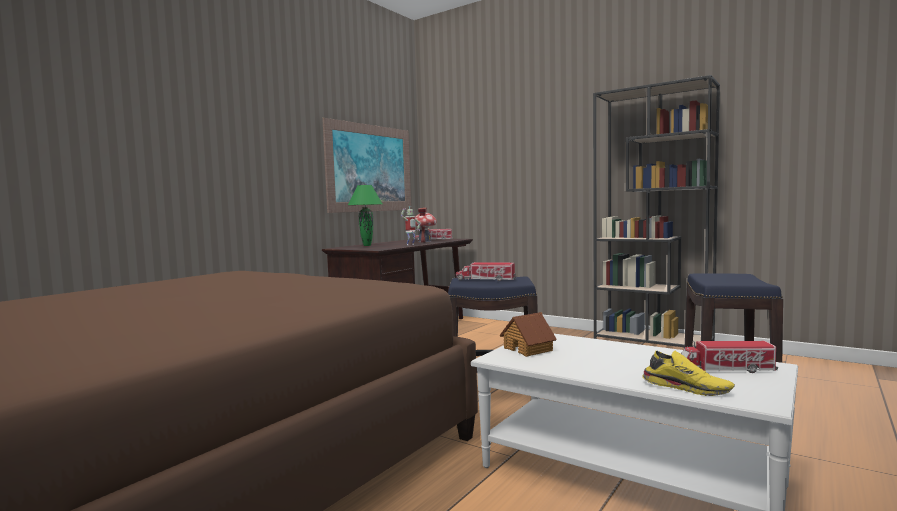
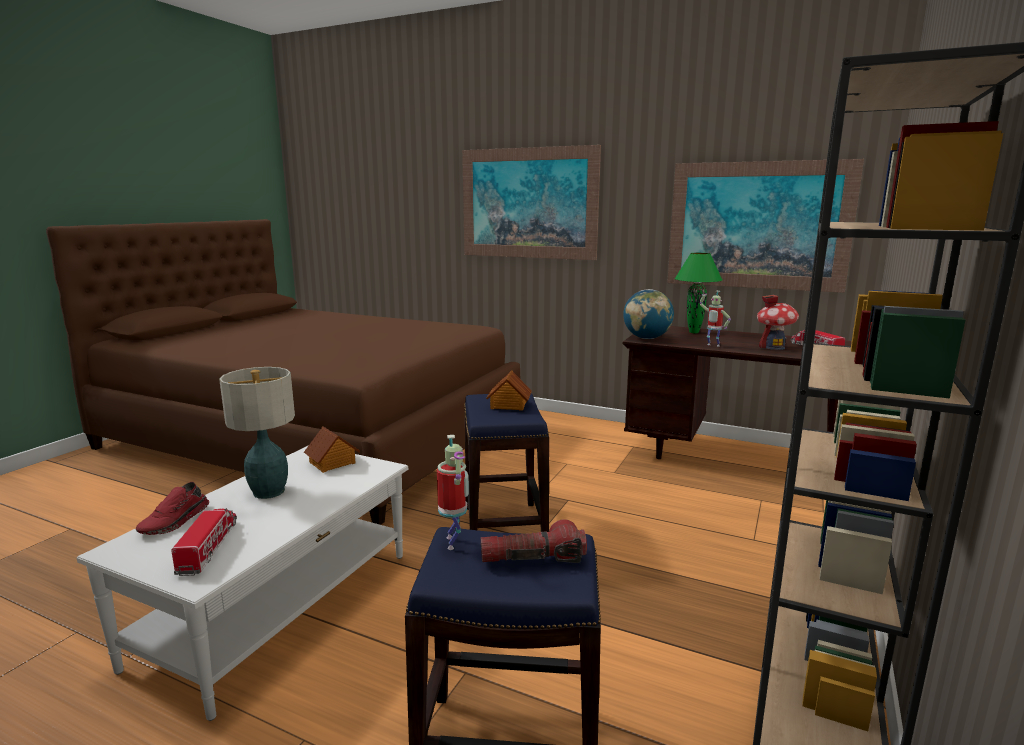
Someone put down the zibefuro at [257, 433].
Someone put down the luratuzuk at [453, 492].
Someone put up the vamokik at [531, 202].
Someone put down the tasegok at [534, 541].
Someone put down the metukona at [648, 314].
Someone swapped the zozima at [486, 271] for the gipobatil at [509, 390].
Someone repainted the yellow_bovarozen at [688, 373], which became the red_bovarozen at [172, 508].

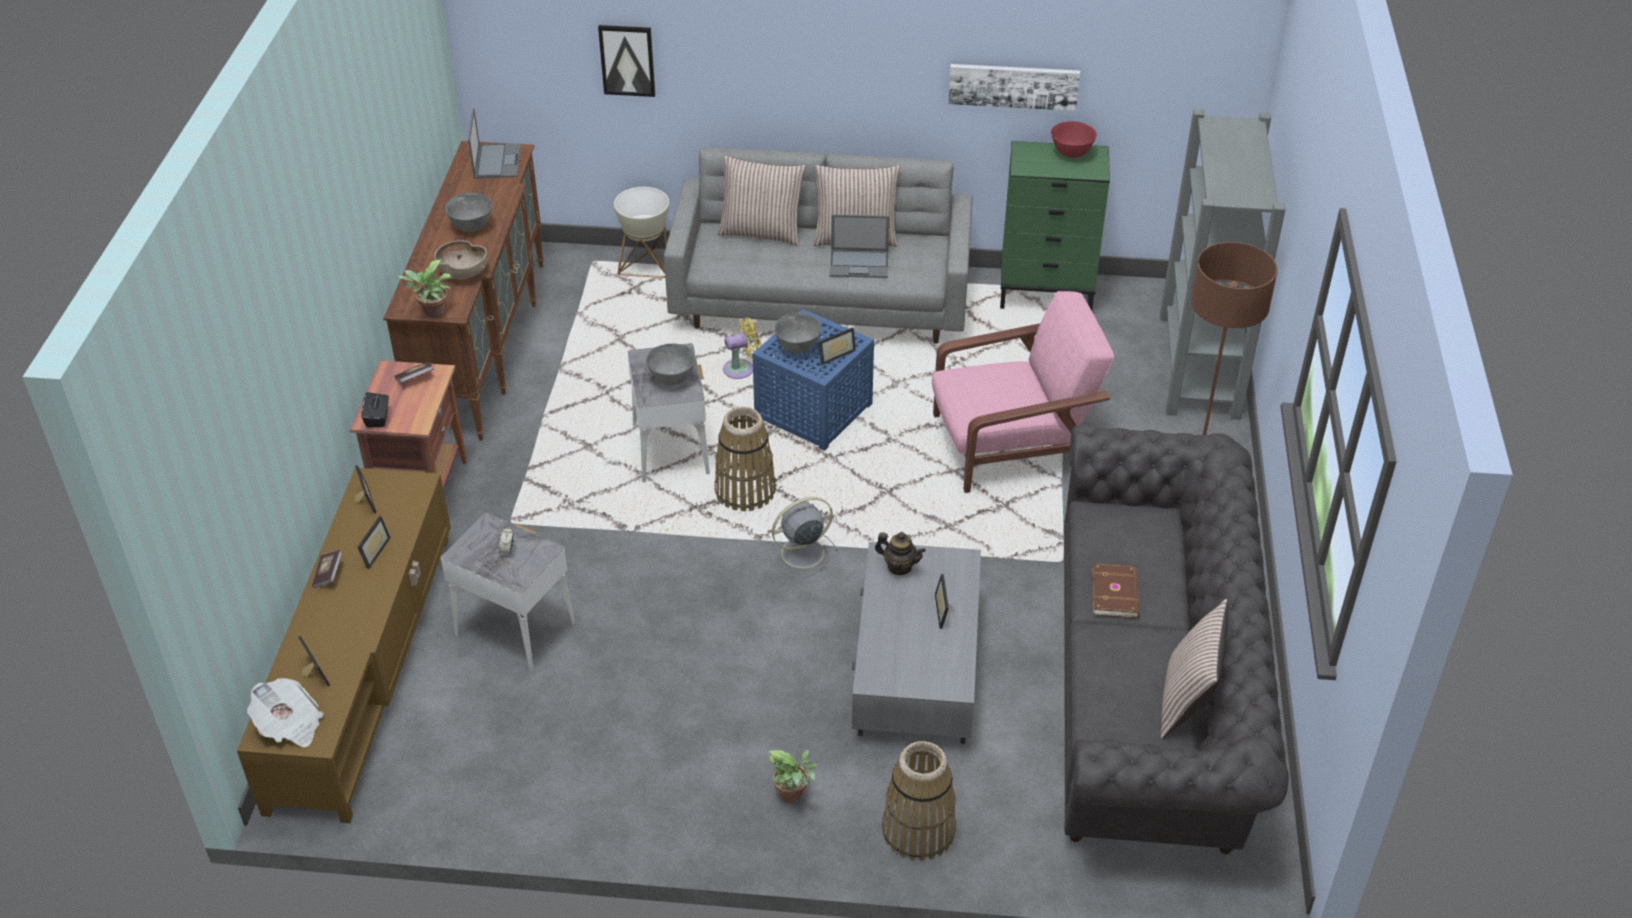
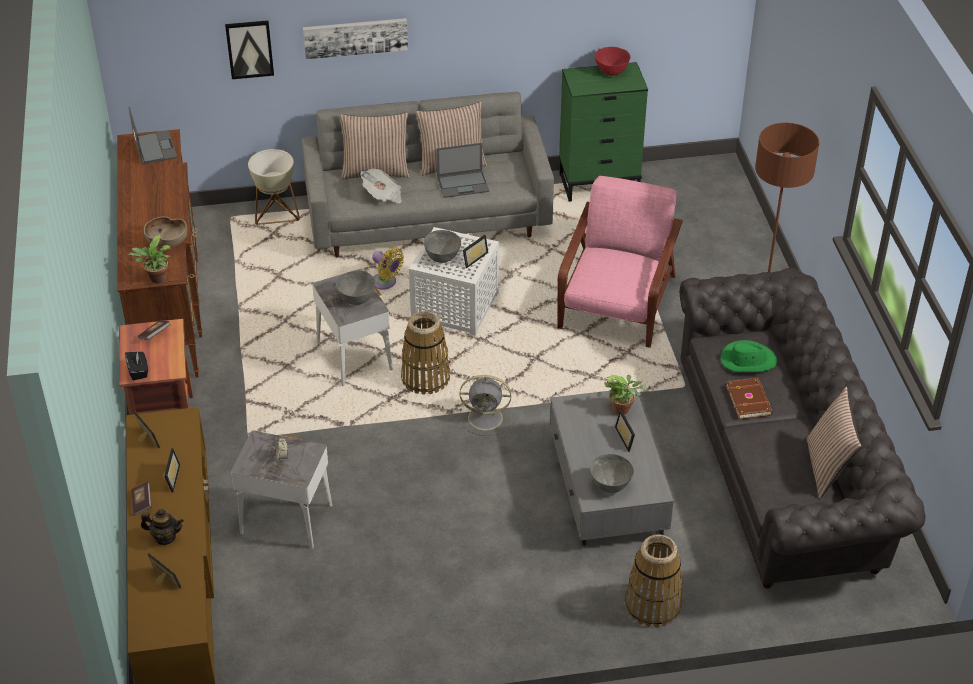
Someone took away the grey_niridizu at [1223, 264].
Someone put down the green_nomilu at [748, 356].
Someone carried the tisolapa from [285, 712] to [381, 186].
Someone carried the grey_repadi from [468, 212] to [612, 473].
Someone carried the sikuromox from [793, 776] to [625, 395].
Someone carried the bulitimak from [900, 553] to [162, 527].
Someone carried the vamokik from [1014, 87] to [355, 38].
Someone repainted the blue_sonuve at [813, 380], which became the white_sonuve at [454, 281].
Someone rotated the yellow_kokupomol at [742, 348] by 75 degrees clockwise.
Someone rotated the grey_kokupomol at [803, 537] by 135 degrees counterclockwise.
Someone rotated the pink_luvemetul at [1023, 392] by 45 degrees counterclockwise.

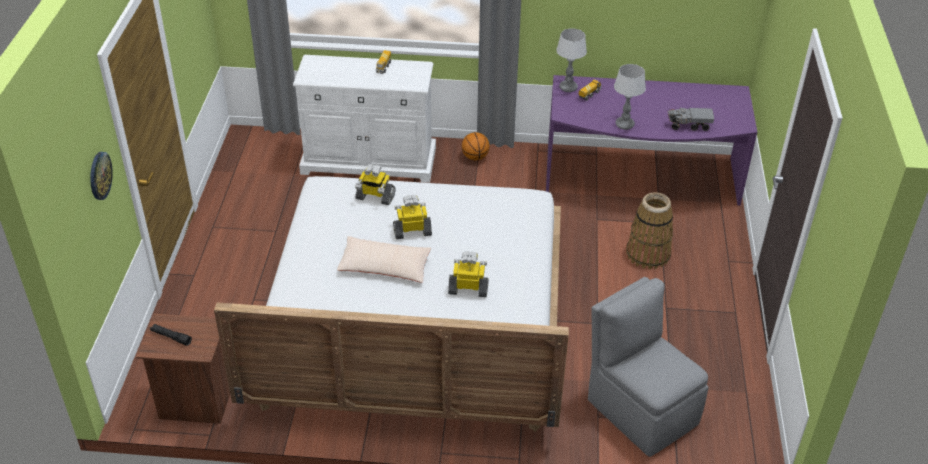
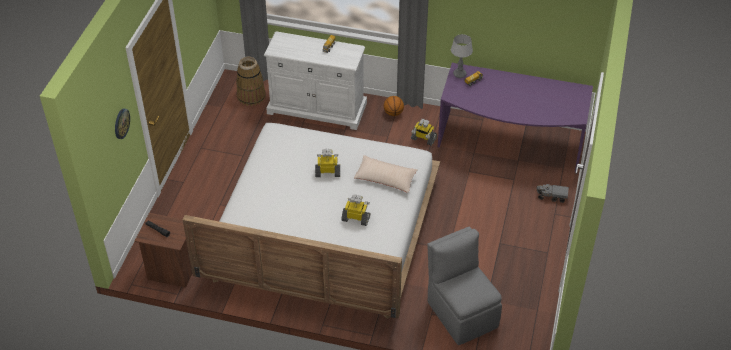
Someone took away the zibefuro at [630, 97].
Someone carried the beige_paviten from [384, 259] to [386, 174].
Someone carried the luratuzuk from [375, 184] to [424, 132].
Someone carried the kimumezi from [649, 230] to [251, 81].
Someone carried the zozima from [691, 119] to [552, 193].

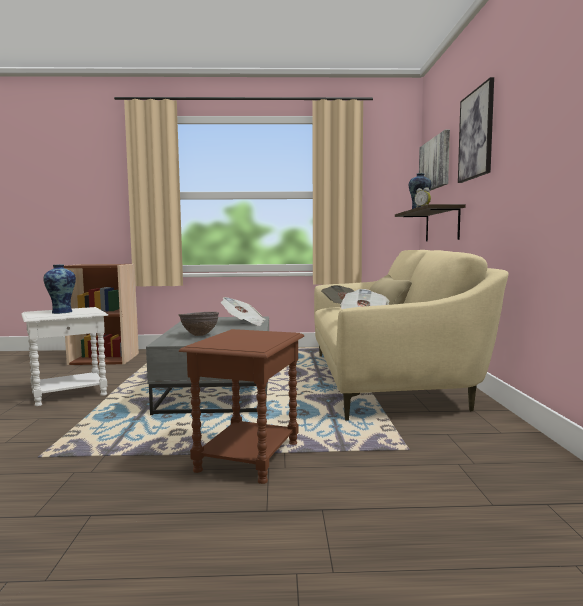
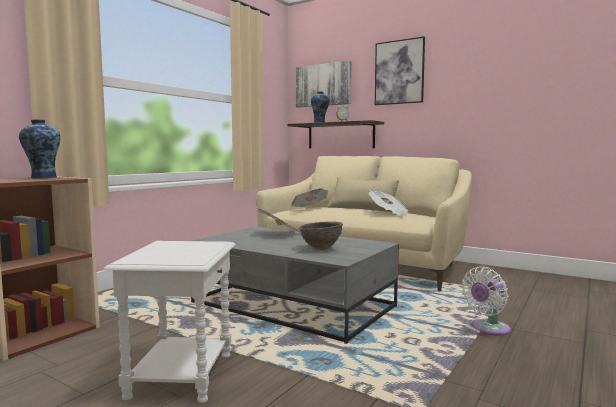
Someone carried the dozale from [59, 289] to [39, 148].
Someone swapped the brown_sonuve at [241, 406] for the white_kokupomol at [486, 301].

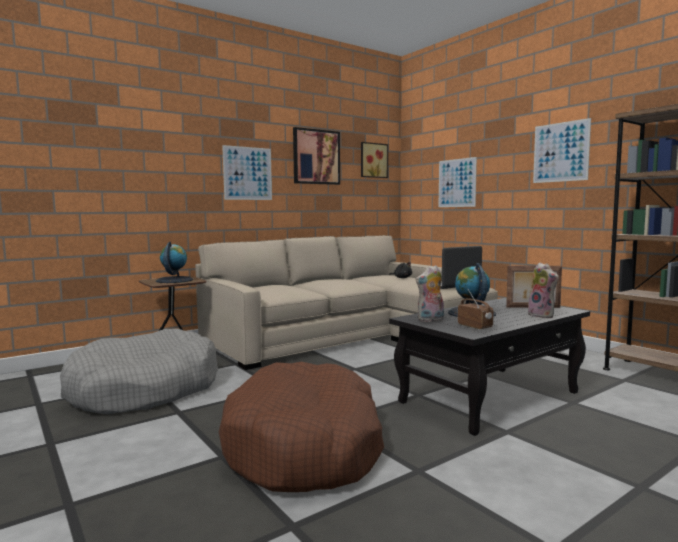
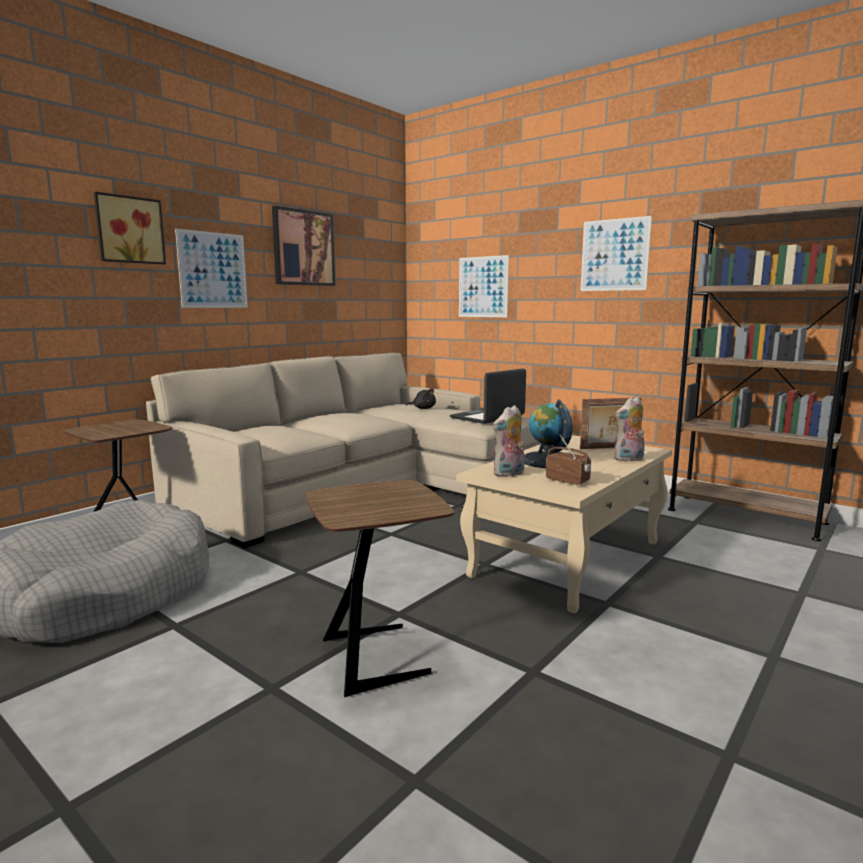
Someone took away the metukona at [174, 262].
Someone carried the vamokik from [374, 160] to [130, 228].
Someone swapped the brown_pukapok at [301, 427] for the brown_sonuve at [380, 588].
Someone repainted the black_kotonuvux at [489, 367], which became the beige_kotonuvux at [564, 524].
Someone rotated the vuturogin at [543, 290] by 105 degrees clockwise.

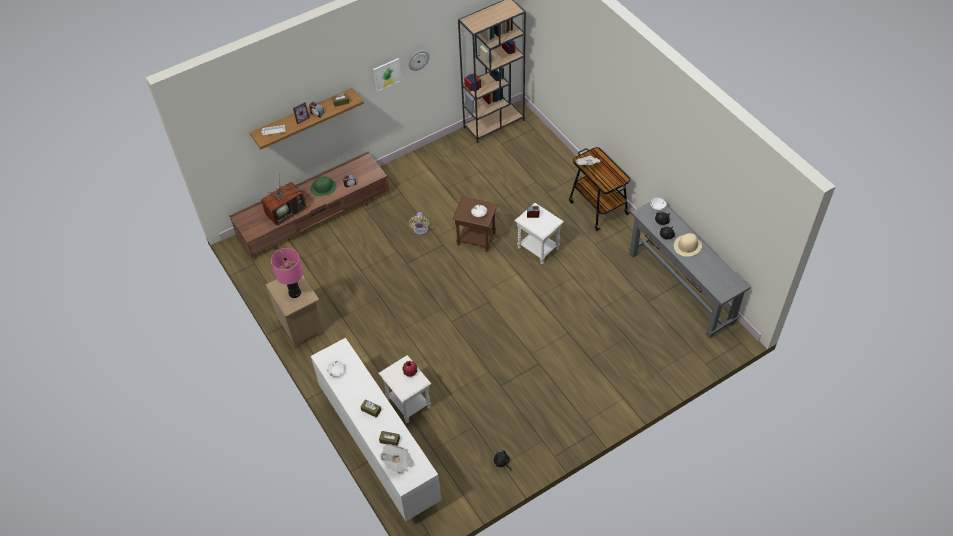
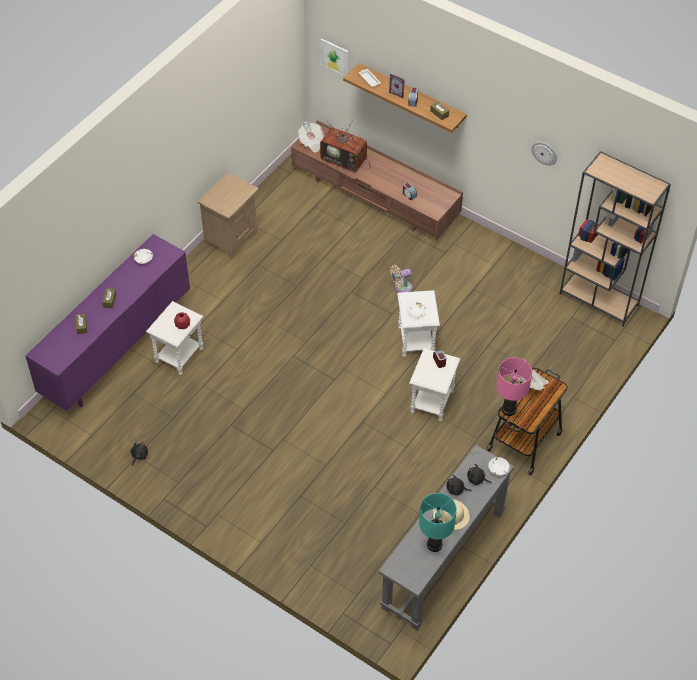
Someone took away the green_nomilu at [323, 186].
Someone put down the turquoise_zibefuro at [438, 522].
Someone carried the pink_zibefuro from [287, 273] to [514, 386].
Someone carried the vamokik from [387, 75] to [334, 57].
Someone carried the tisolapa from [397, 458] to [311, 137].
Someone repainted the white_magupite at [376, 429], which became the purple_magupite at [107, 322].
Someone repainted the brown_sonuve at [475, 224], which became the white_sonuve at [418, 323].

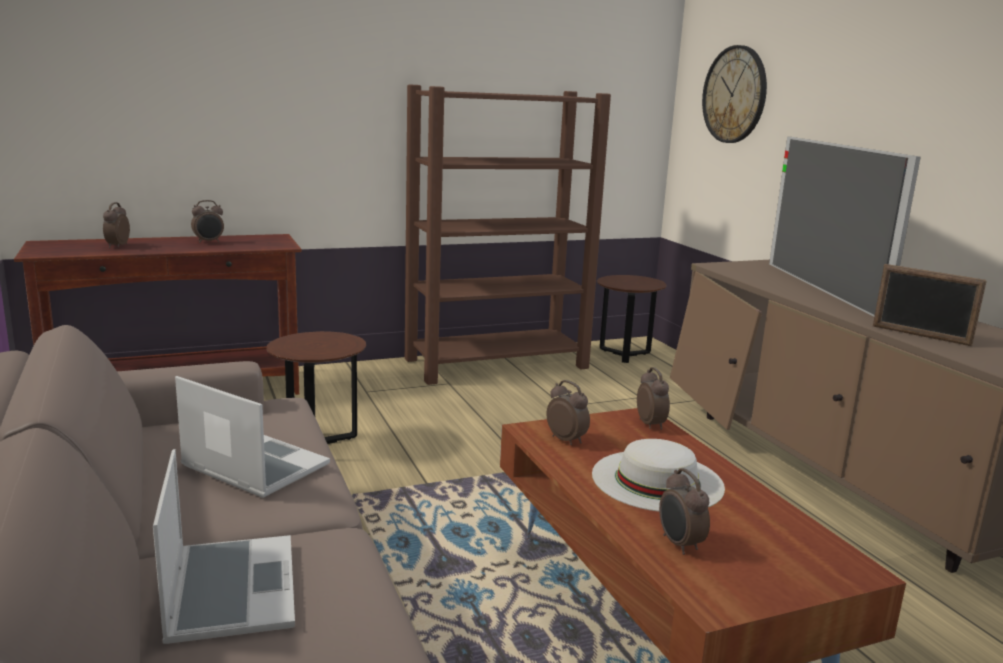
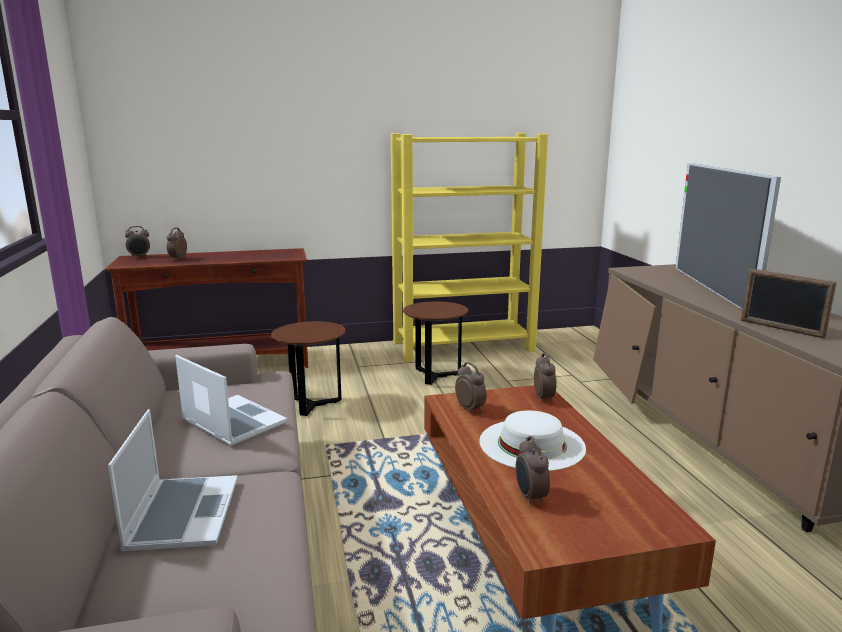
Someone took away the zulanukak at [734, 94].
Someone carried the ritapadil from [207, 221] to [137, 242].
Someone carried the brown_sonuve from [631, 319] to [435, 343].
Someone repainted the brown_niridizu at [508, 234], which became the yellow_niridizu at [469, 247].

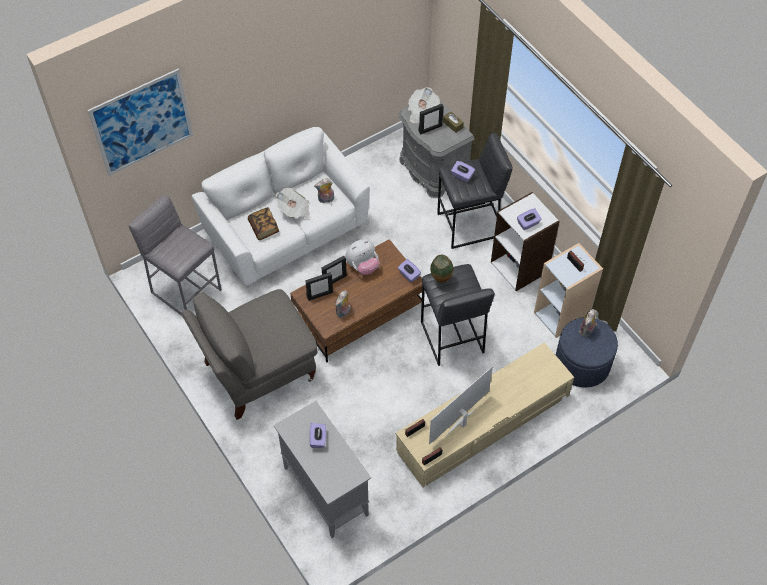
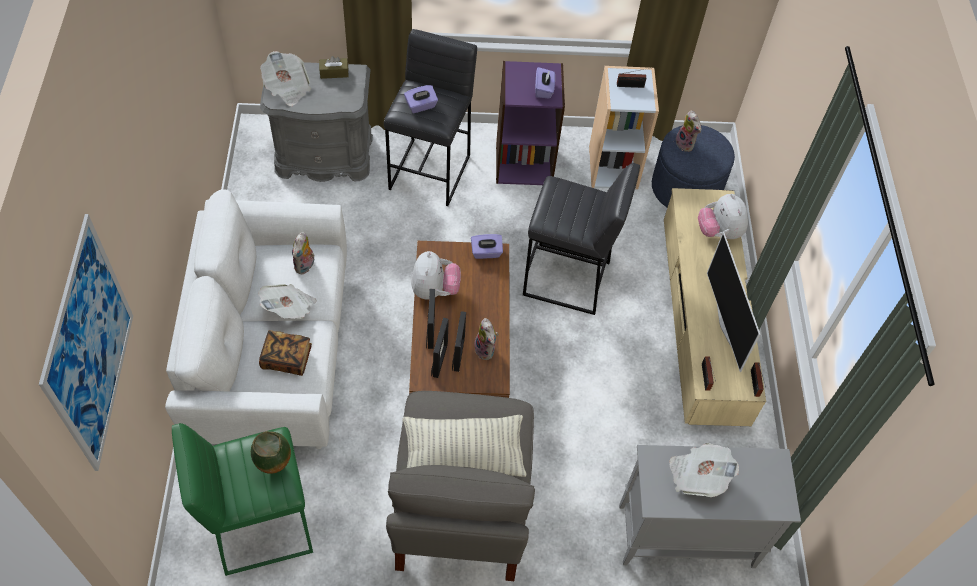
Someone put down the paviten at [464, 446].
Someone put down the vuturogin at [723, 216].
Someone carried the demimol from [431, 119] to [459, 341].
Someone carried the dozale from [441, 269] to [271, 452].
Someone swapped the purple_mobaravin at [317, 435] for the tisolapa at [704, 470].
Someone repainted the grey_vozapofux at [175, 255], which became the green_vozapofux at [242, 499].
Someone repainted the white_niridizu at [525, 241], which became the purple_niridizu at [530, 123].

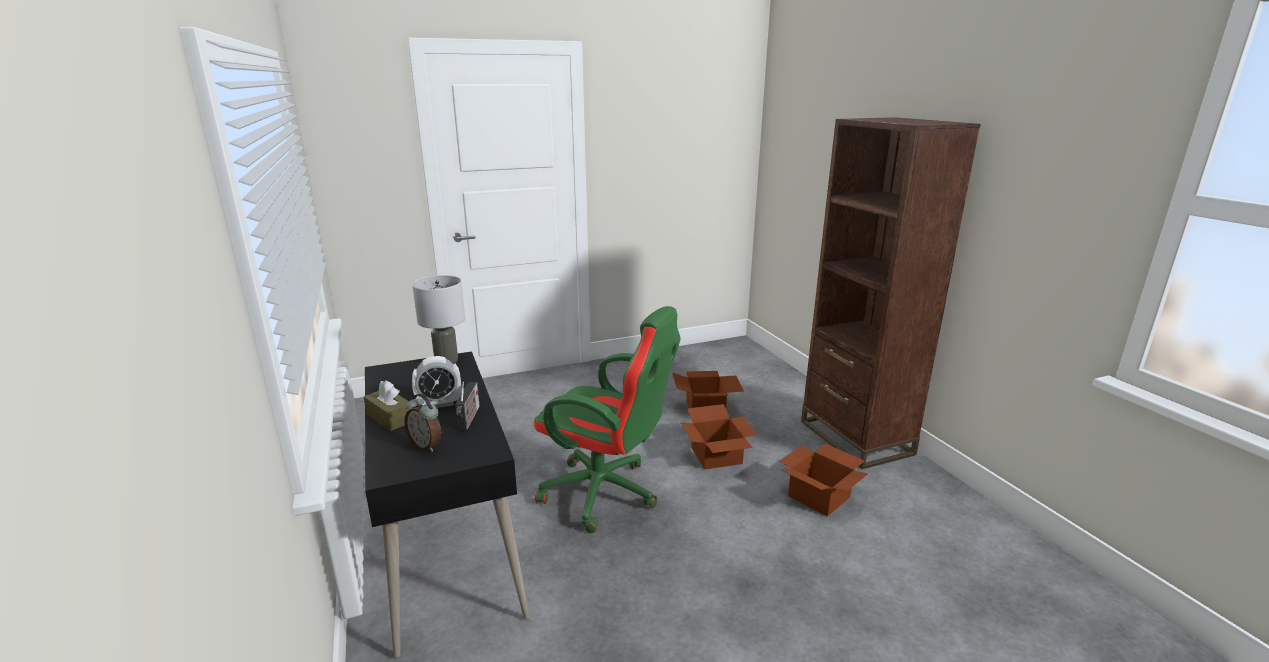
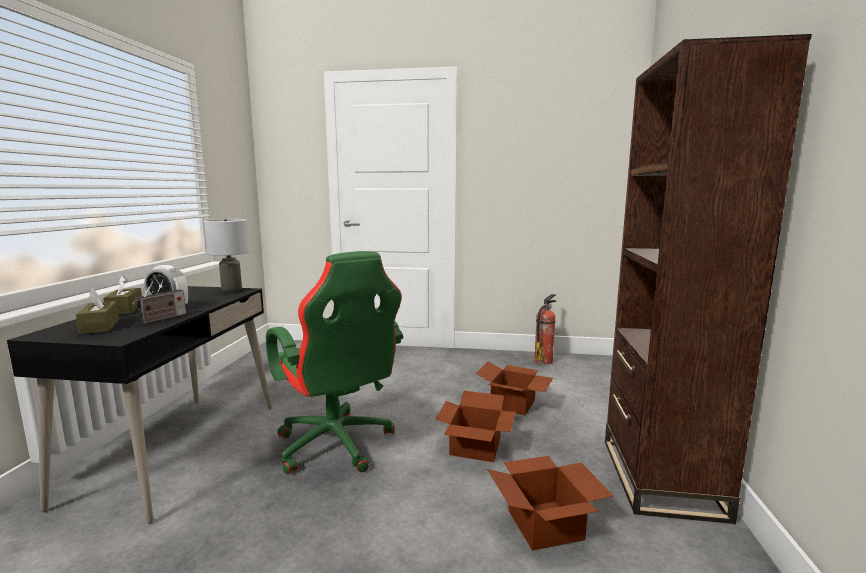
Someone put down the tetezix at [545, 329].
Someone swapped the ritapadil at [423, 423] for the brown_mobaravin at [97, 311].

